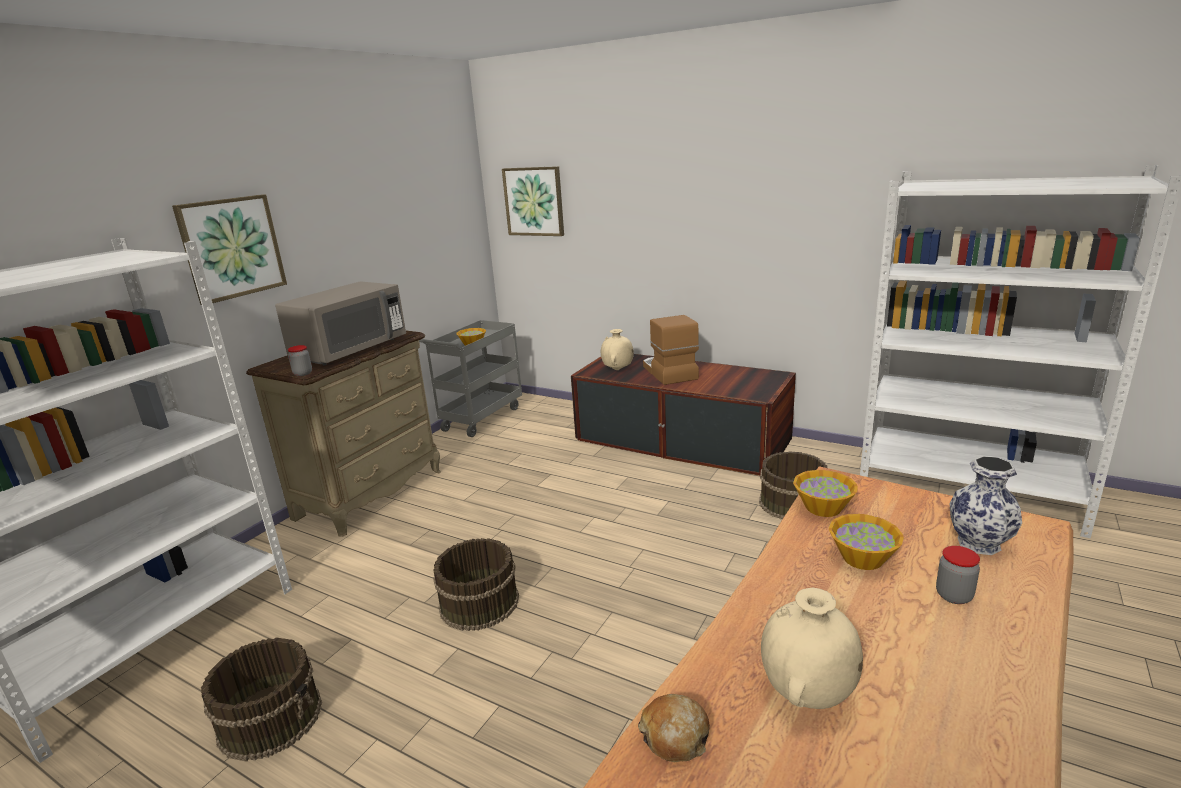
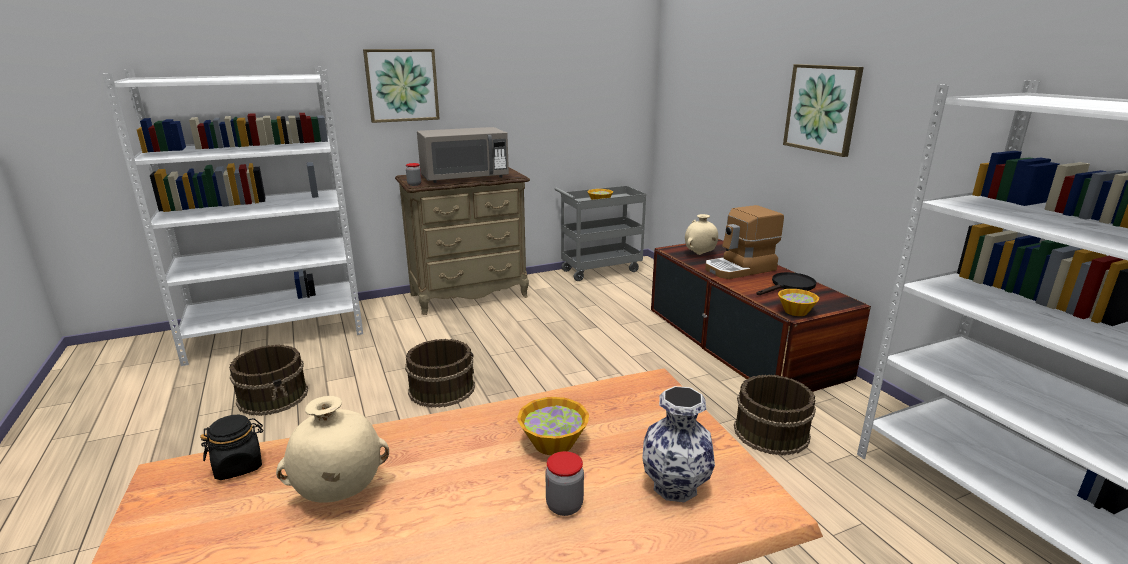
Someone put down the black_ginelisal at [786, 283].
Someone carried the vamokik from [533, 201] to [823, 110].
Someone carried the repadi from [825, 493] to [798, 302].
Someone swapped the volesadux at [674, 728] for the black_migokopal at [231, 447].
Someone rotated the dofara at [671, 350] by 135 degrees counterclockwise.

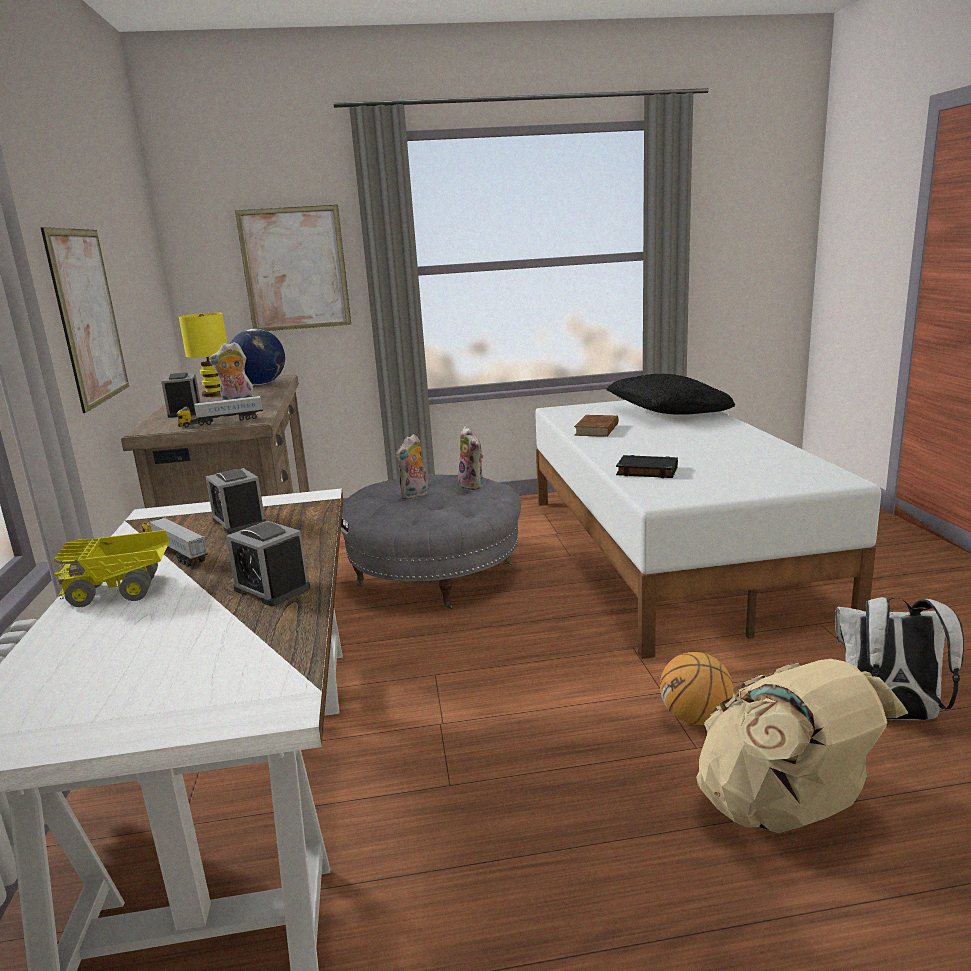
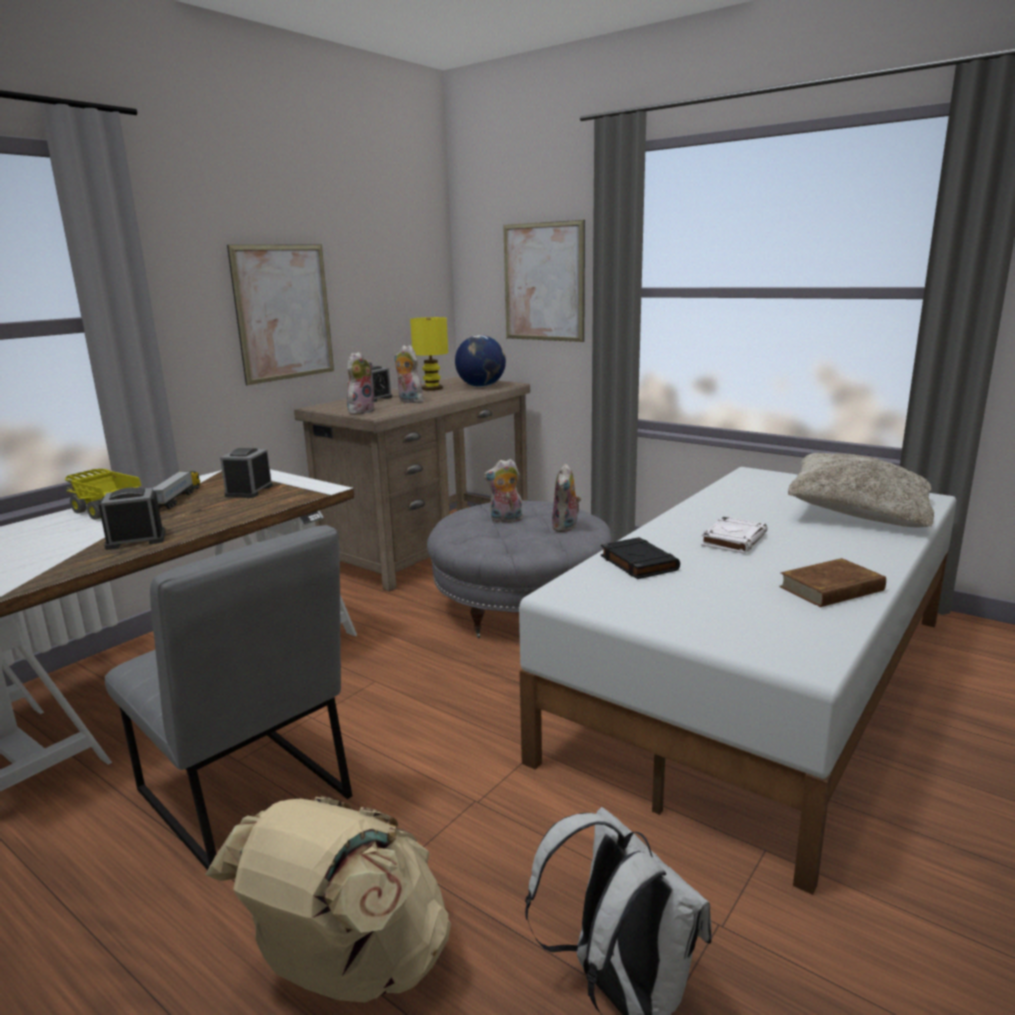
Someone took away the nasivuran at [697, 688].
Someone put down the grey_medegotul at [228, 697].
Someone put down the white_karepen at [734, 535].
Someone carried the brown_karepen from [596, 426] to [832, 582].
Someone swapped the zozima at [219, 412] for the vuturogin at [361, 383].
Someone repainted the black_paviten at [670, 394], which became the beige_paviten at [861, 490].
Someone rotated the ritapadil at [268, 563] by 75 degrees clockwise.

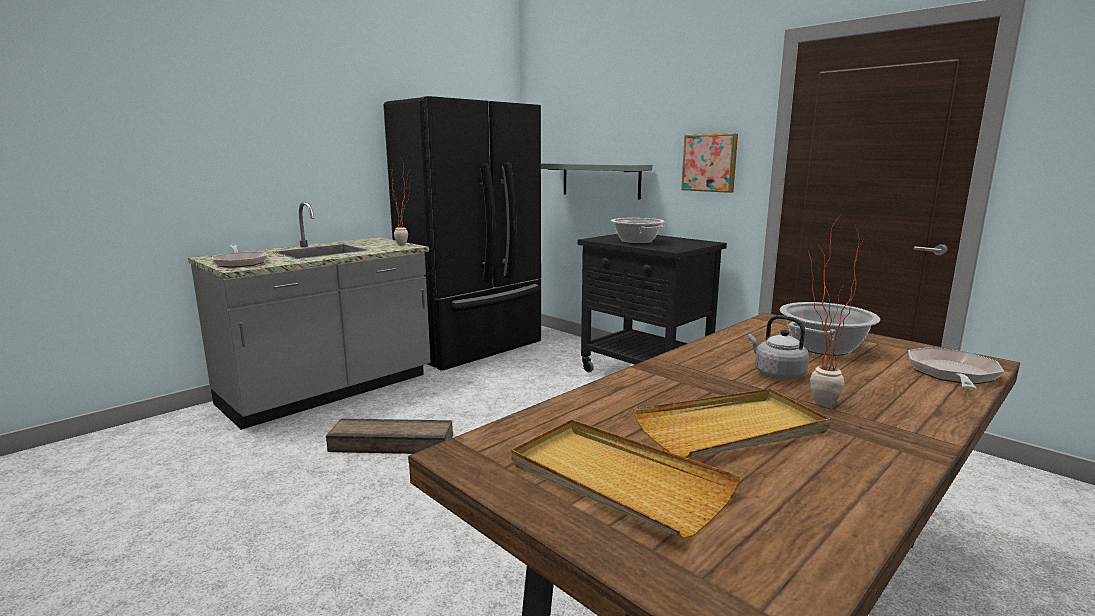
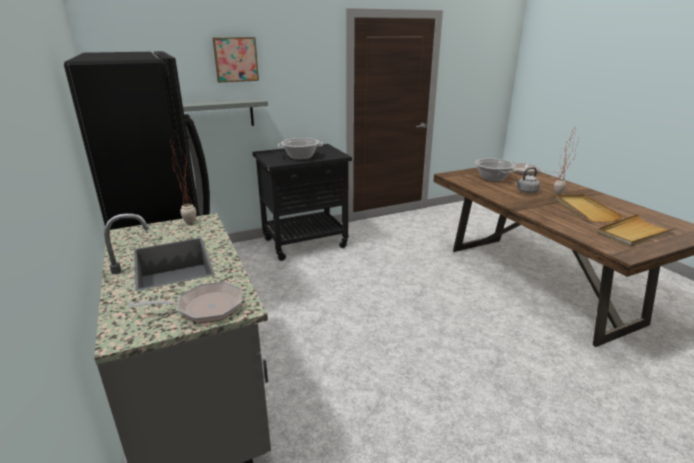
Someone took away the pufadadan at [389, 436].
Someone carried the vamokik from [709, 163] to [235, 60].

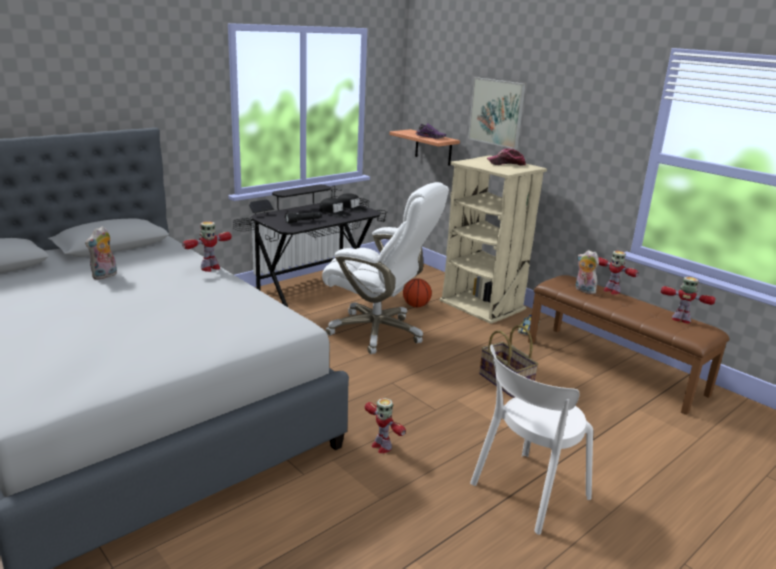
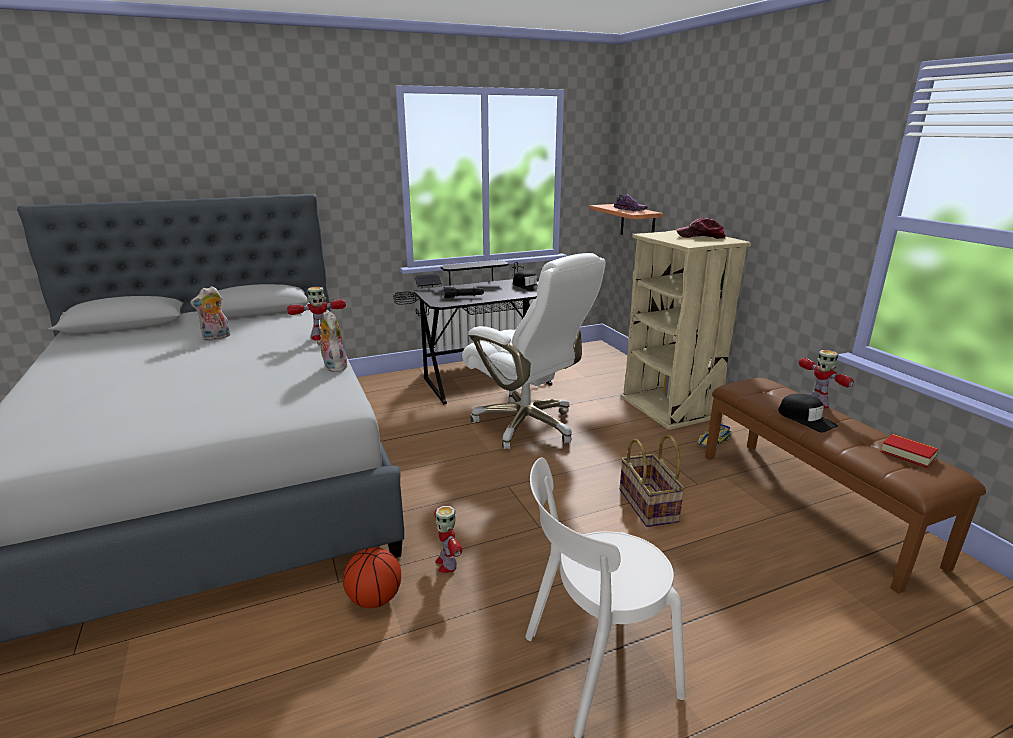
Someone took away the vamokik at [497, 113].
Someone carried the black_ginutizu from [335, 208] to [808, 413].
Someone carried the nasivuran from [417, 292] to [372, 577].
Someone carried the vuturogin from [587, 272] to [333, 341].
Someone swapped the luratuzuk at [688, 300] for the karepen at [909, 451].

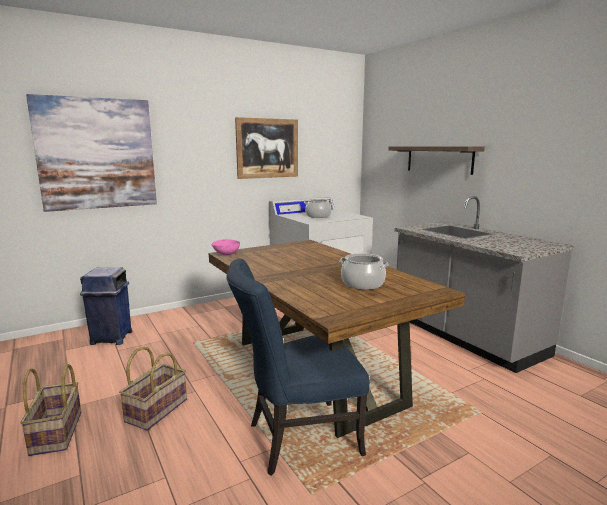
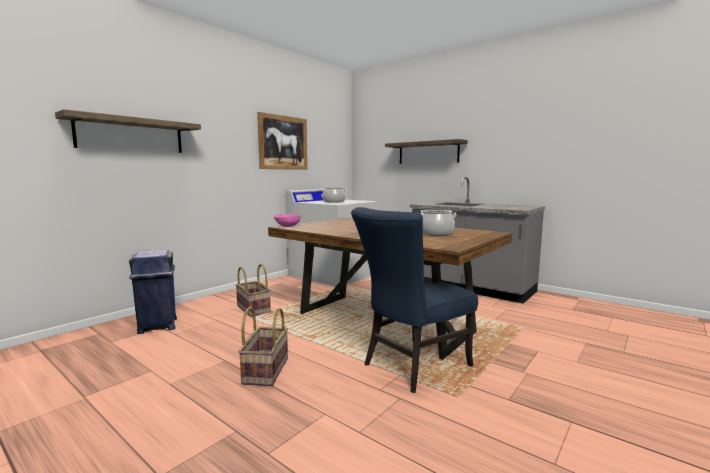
Someone carried the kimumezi from [50, 410] to [253, 290].
Someone swapped the vamokik at [91, 153] for the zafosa at [128, 131].

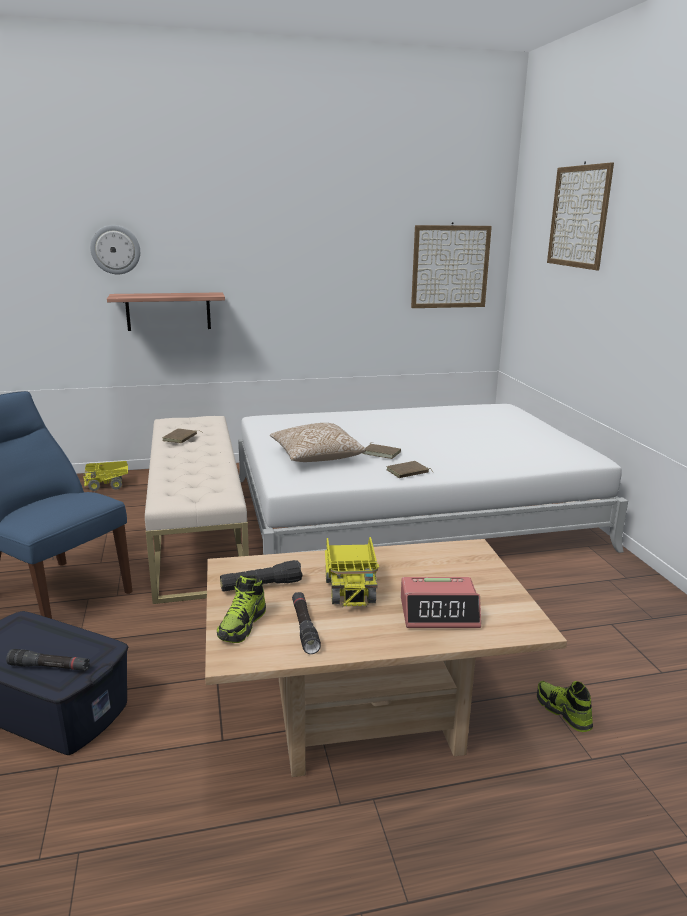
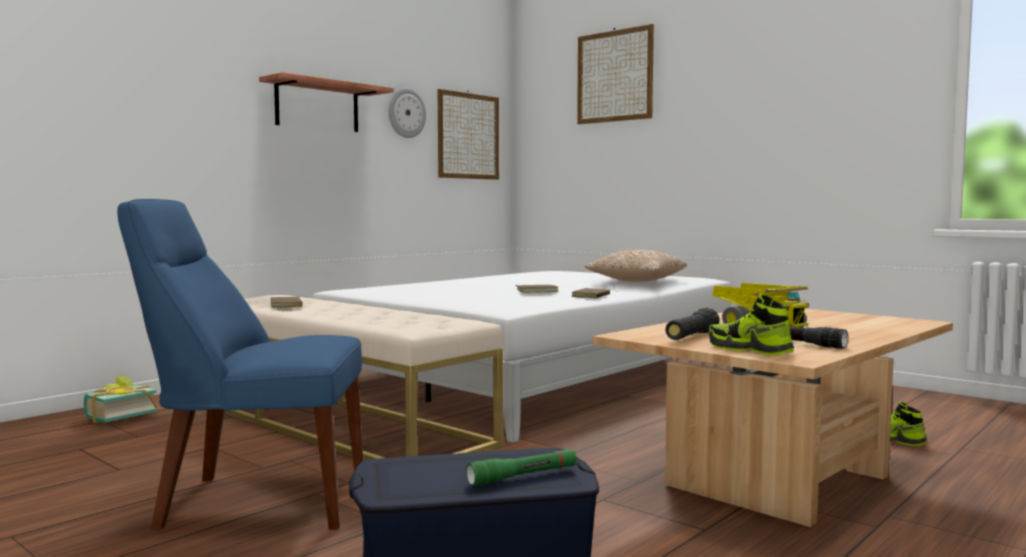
Someone took away the ritapadil at [441, 602].
Someone carried the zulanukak from [115, 249] to [407, 113].
Someone carried the zafosa from [166, 311] to [326, 102].
Someone carried the paviten from [318, 442] to [636, 265].
Someone swapped the zozima at [105, 476] for the karepen at [120, 399].
Someone repainted the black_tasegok at [48, 660], which became the green_tasegok at [521, 467].
Someone rotated the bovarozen at [241, 609] by 150 degrees clockwise.

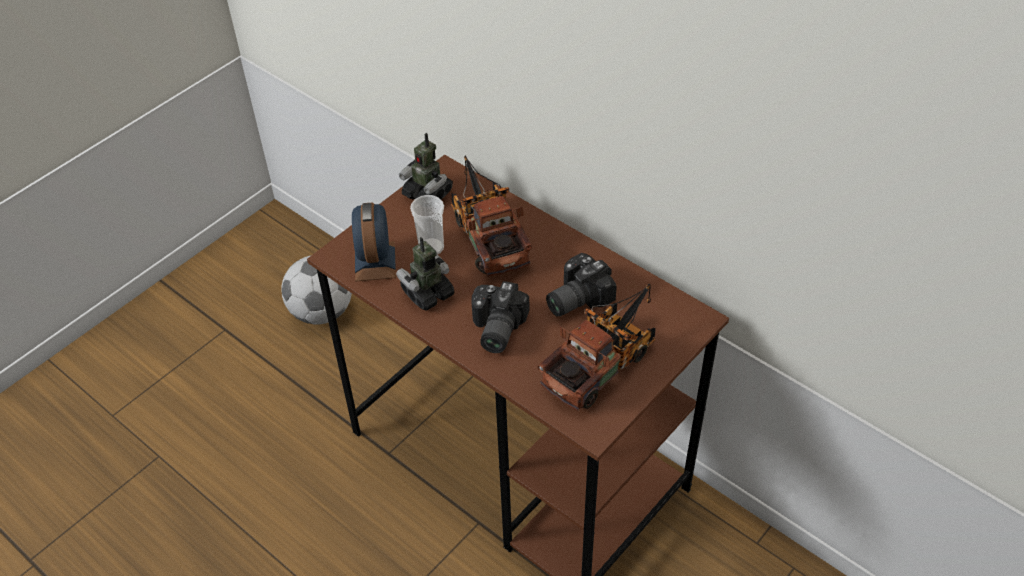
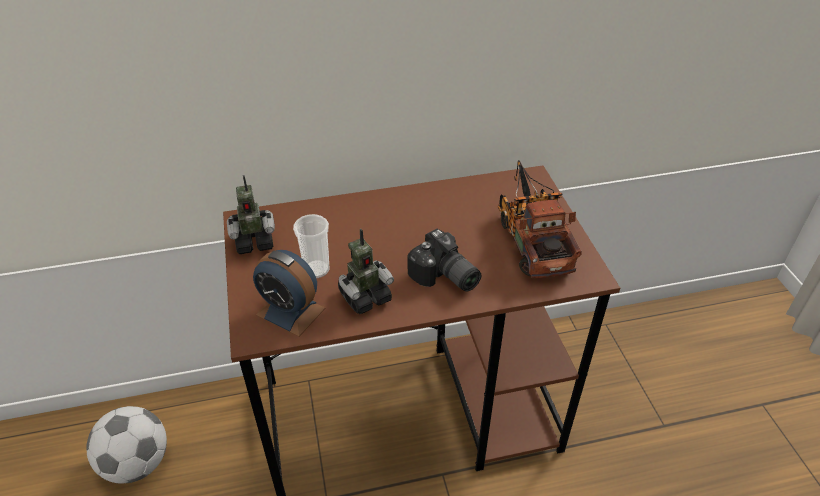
Someone took away the zozima at [491, 216].
Someone took away the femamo at [581, 285].
Someone rotated the luratuzuk at [425, 274] by 120 degrees counterclockwise.

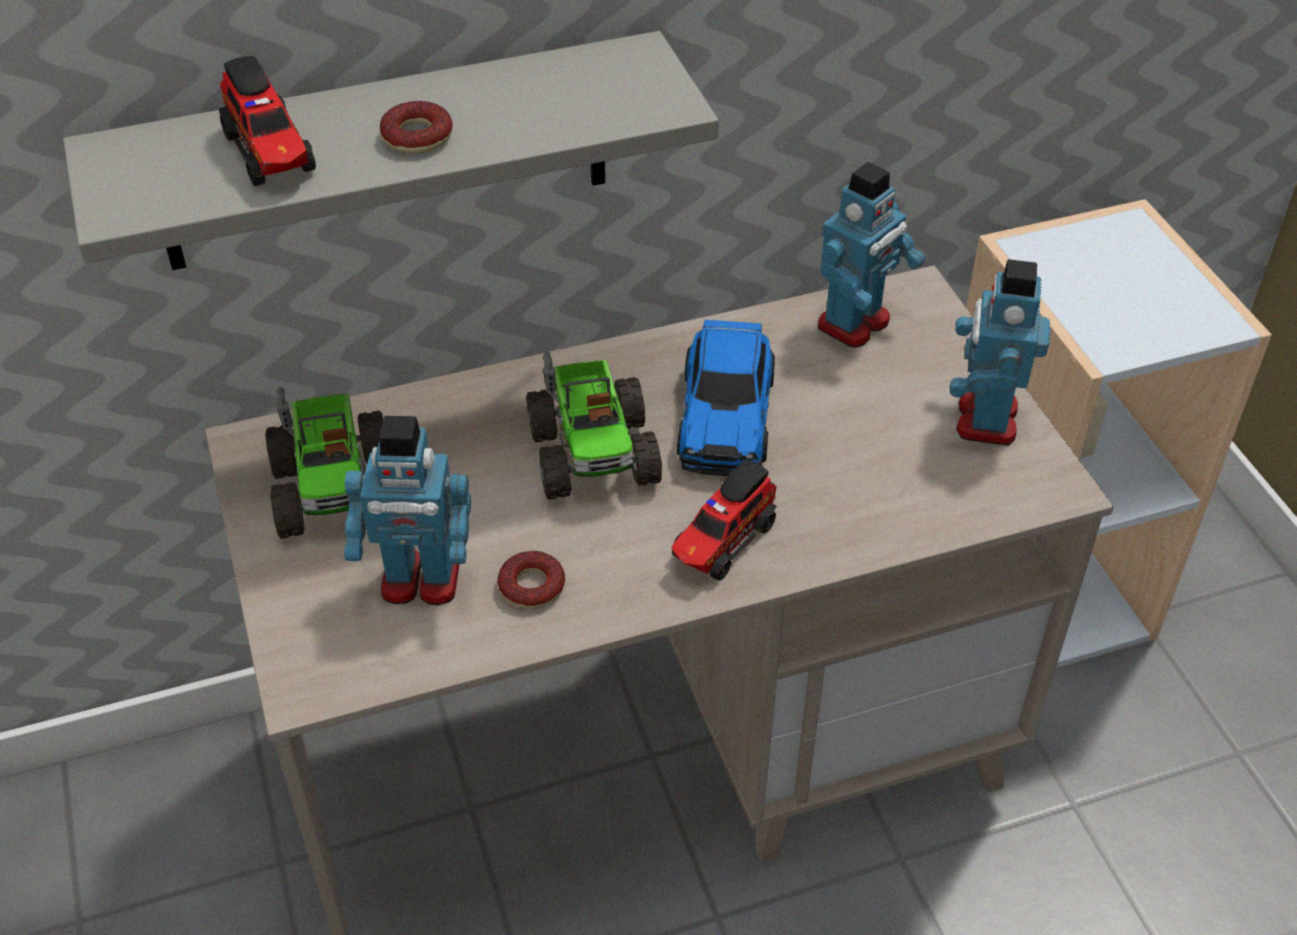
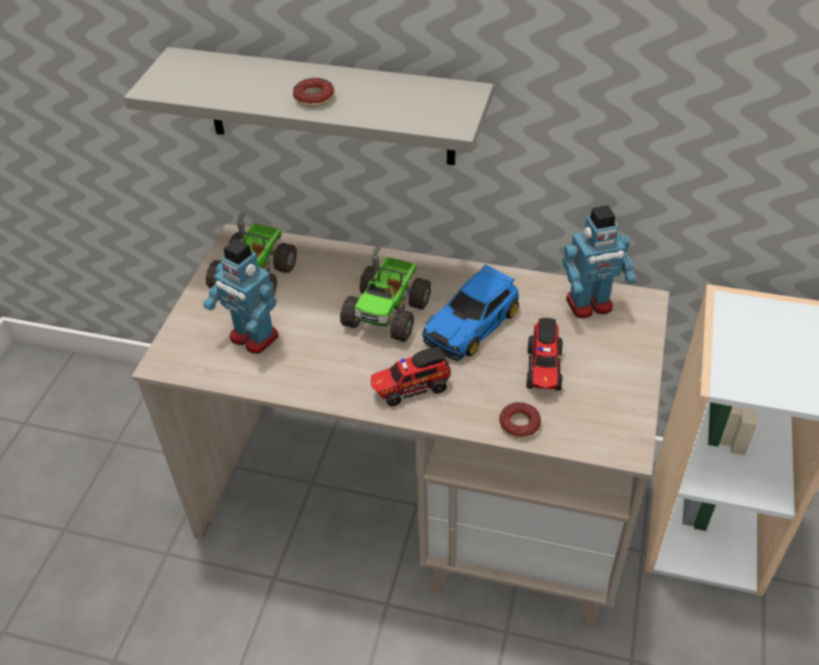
Someone took away the luratuzuk at [1000, 352].
Someone carried the zozima from [267, 121] to [544, 354].
Someone carried the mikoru from [531, 580] to [520, 420].

